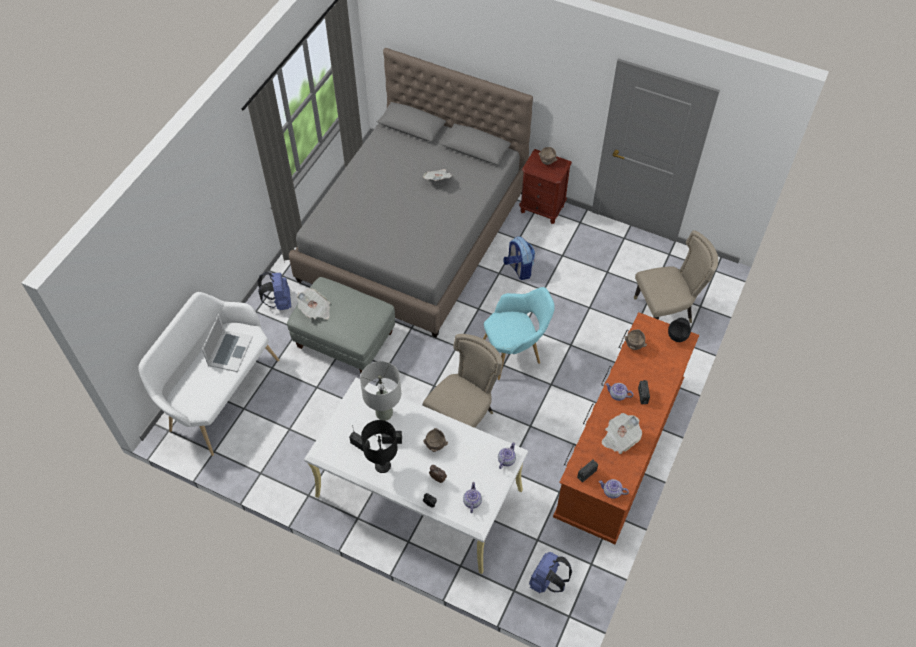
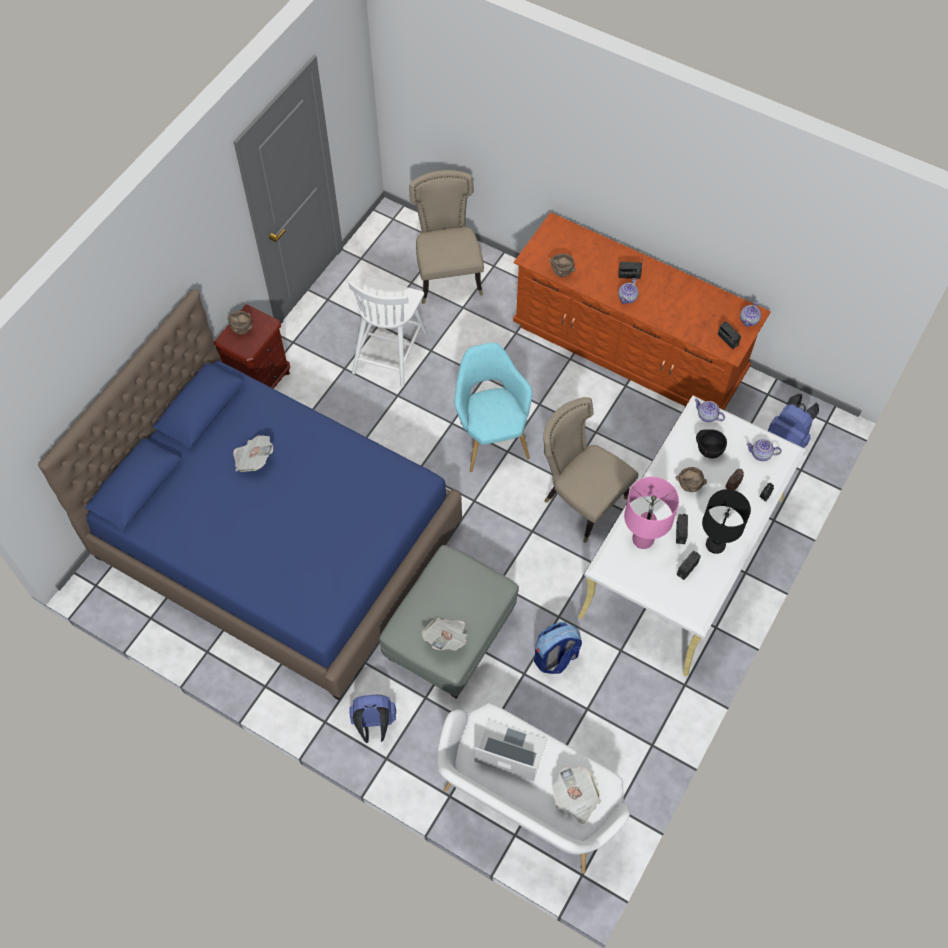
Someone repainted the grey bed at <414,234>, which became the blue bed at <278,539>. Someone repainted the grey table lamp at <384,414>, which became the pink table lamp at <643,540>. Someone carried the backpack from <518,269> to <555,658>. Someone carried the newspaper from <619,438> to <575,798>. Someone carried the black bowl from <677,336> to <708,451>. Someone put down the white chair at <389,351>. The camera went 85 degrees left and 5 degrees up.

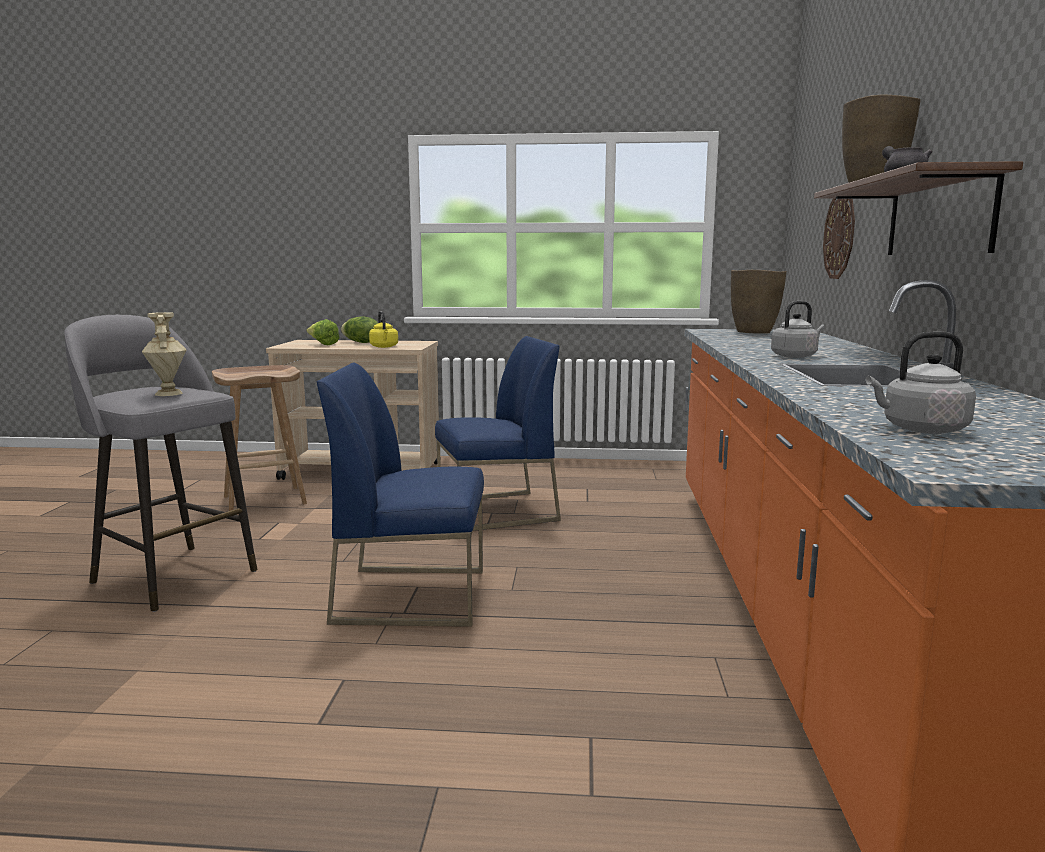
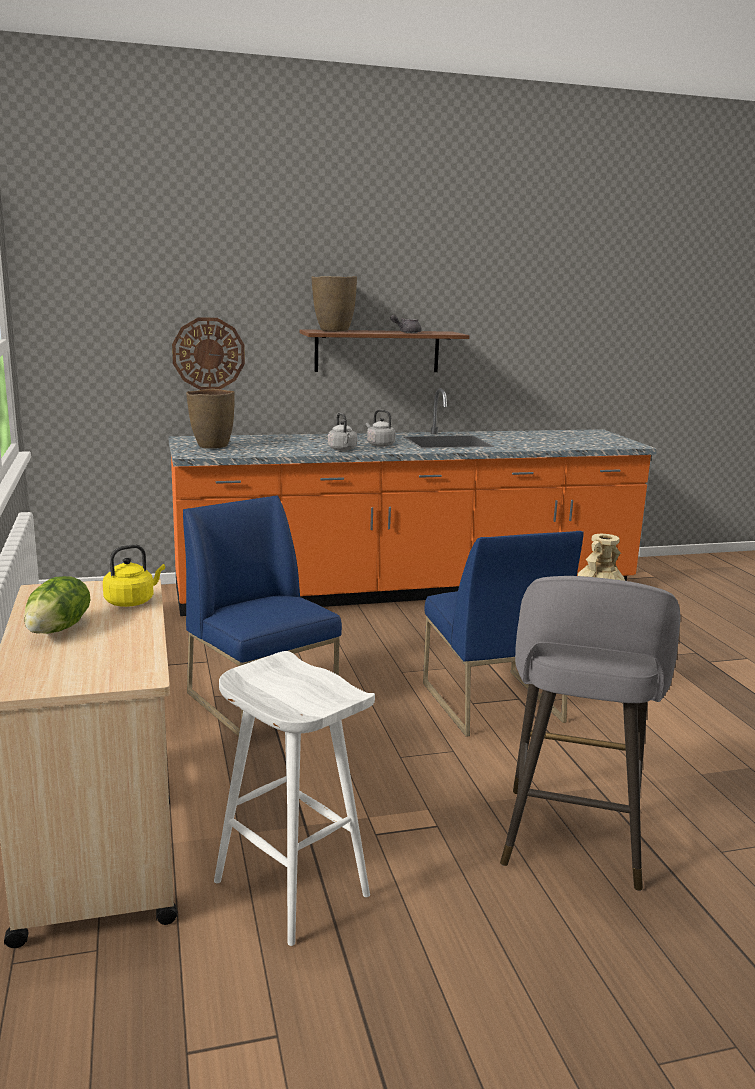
Someone repainted the brown stool at <266,500>, which became the white stool at <288,887>. Someone took away the lettuce at <322,344>. Someone carried the grey kettle from <920,429> to <342,449>. The camera went 110 degrees left and 5 degrees up.

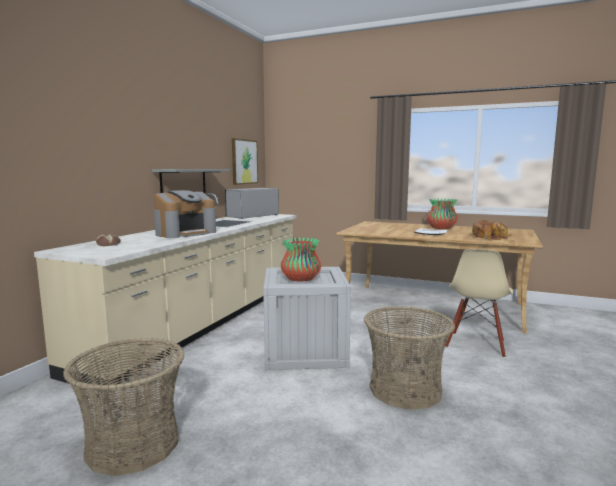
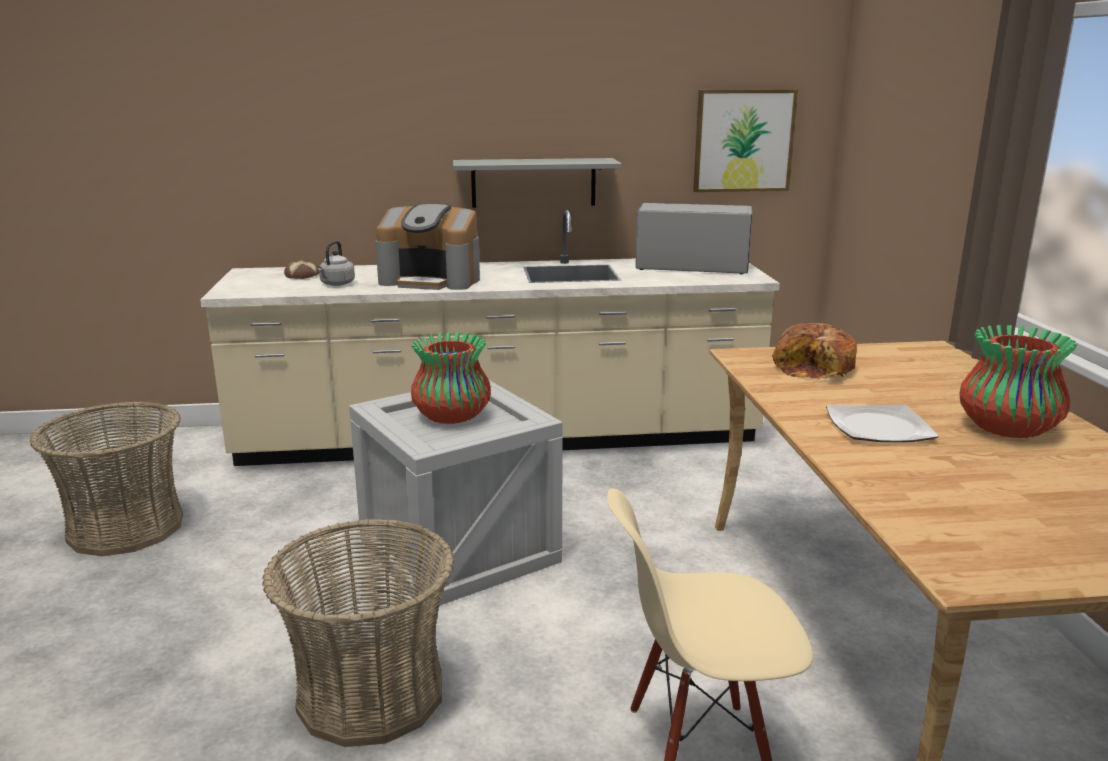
Someone carried the bread from <490,237> to <815,368>. Someone put down the grey kettle at <336,284>. The camera went 60 degrees right and 10 degrees up.

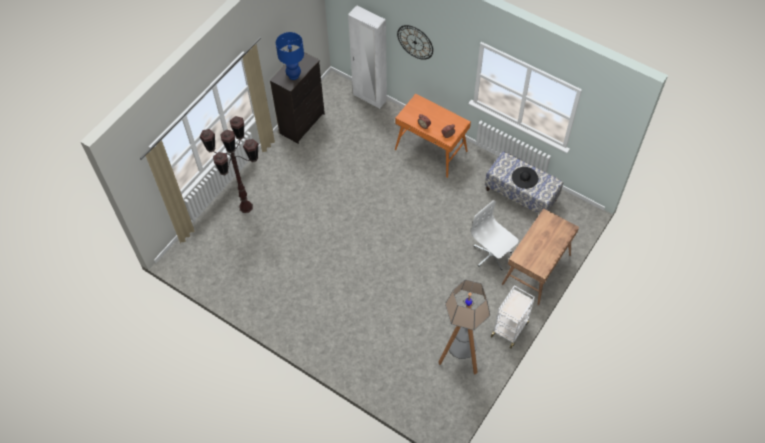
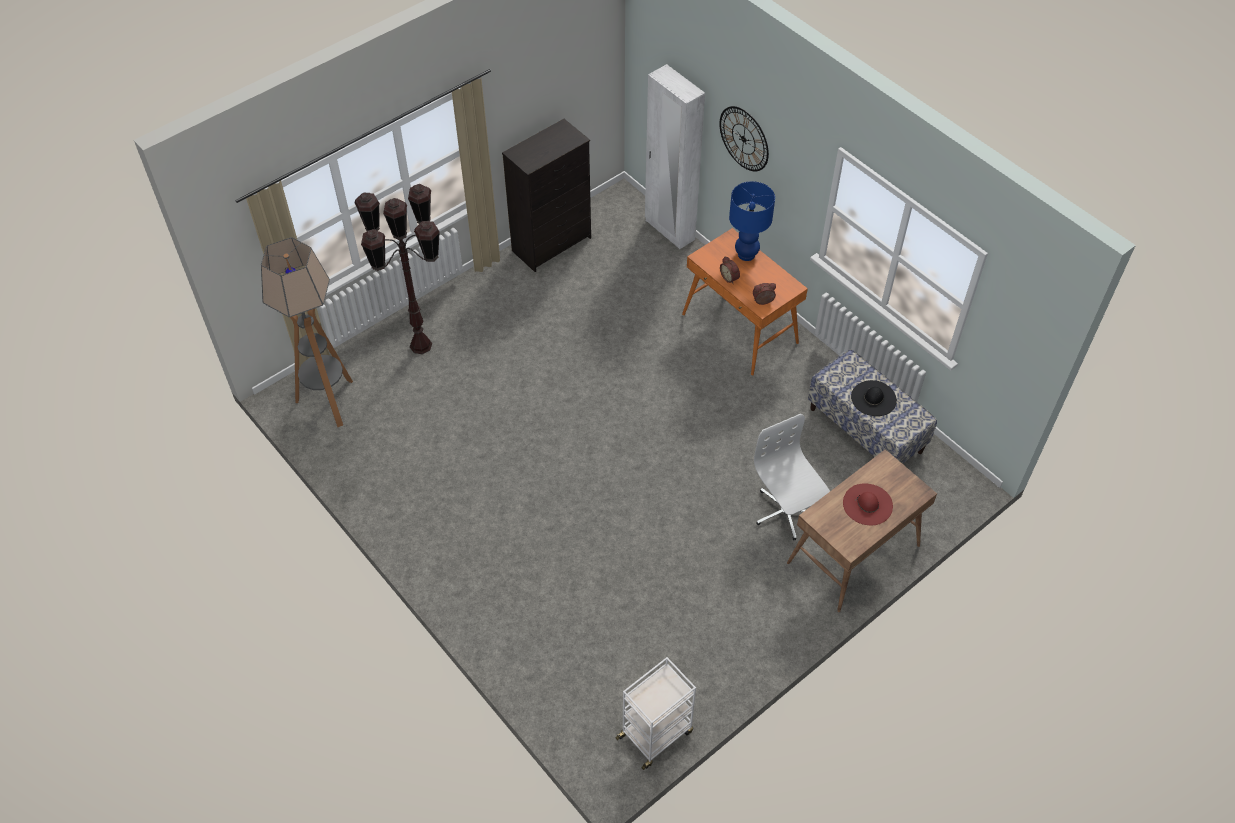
Someone carried the blue table lamp from <293,75> to <746,254>. Someone carried the floor lamp from <460,358> to <329,402>. Someone carried the white cart from <510,328> to <656,733>. Someone put down the red hat at <867,504>. The camera went 15 degrees right and 5 degrees down.

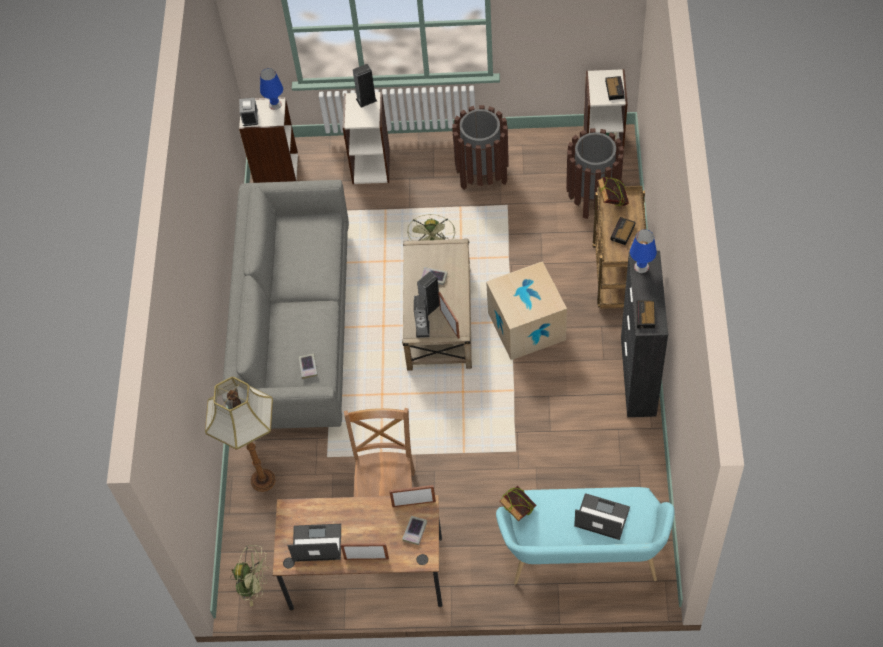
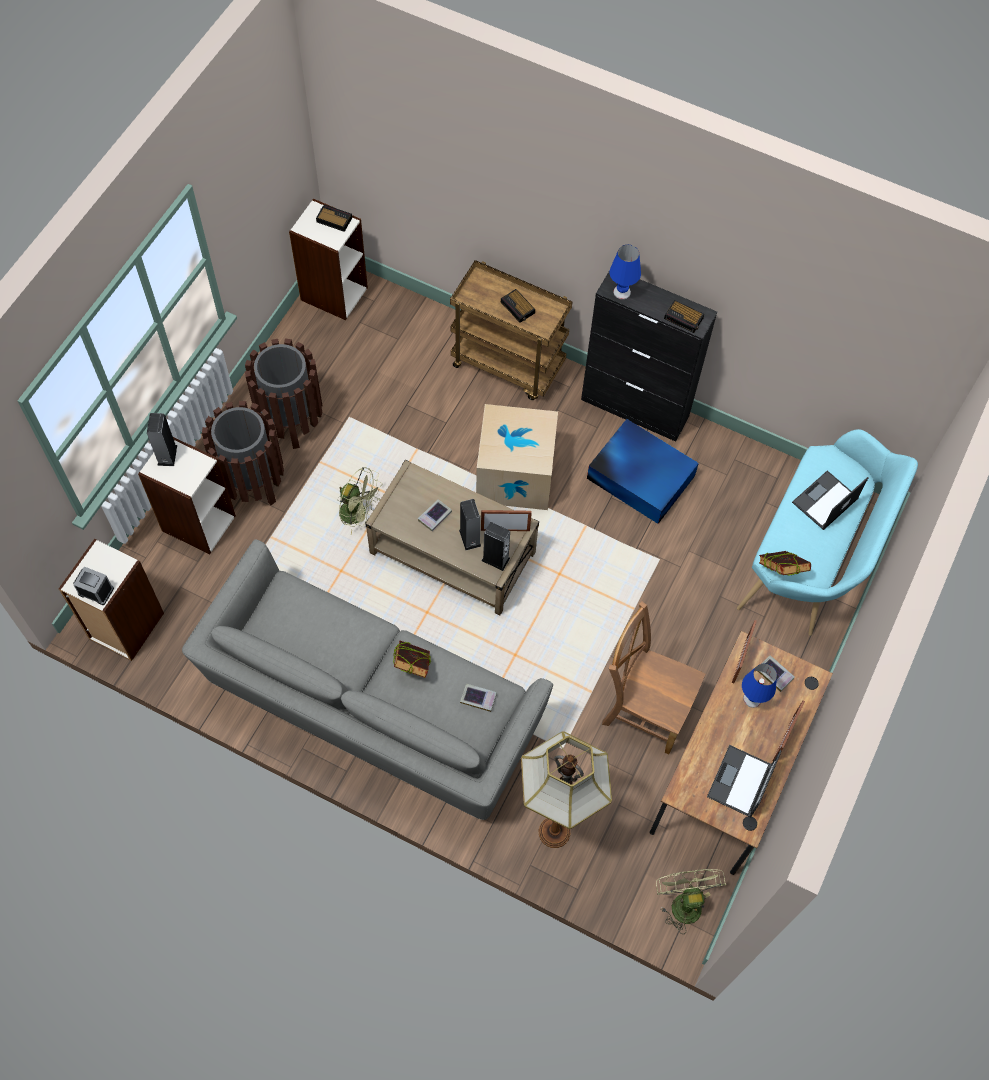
Someone rotated the green fan at <253,585> by 45 degrees counterclockwise. Someone carried the blue table lamp from <275,105> to <752,698>. Someone carried the brown trash can from <593,197> to <252,481>. Someone carried the book from <612,201> to <412,667>. Someone put down the blue storage box at <640,476>. The camera went 70 degrees left and 5 degrees up.

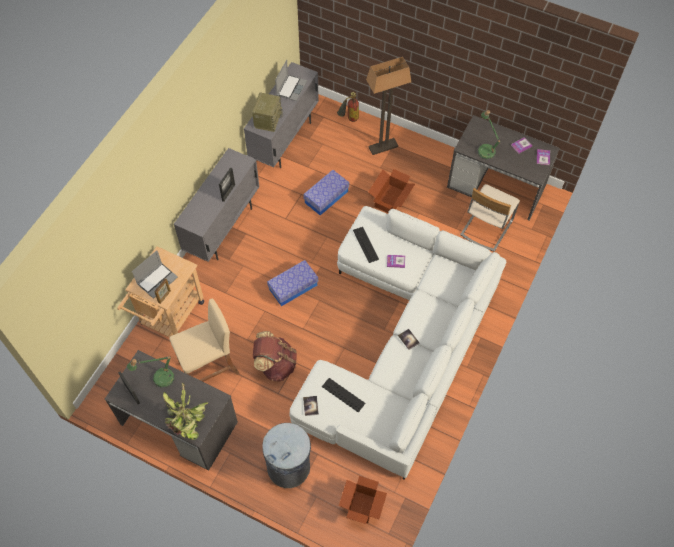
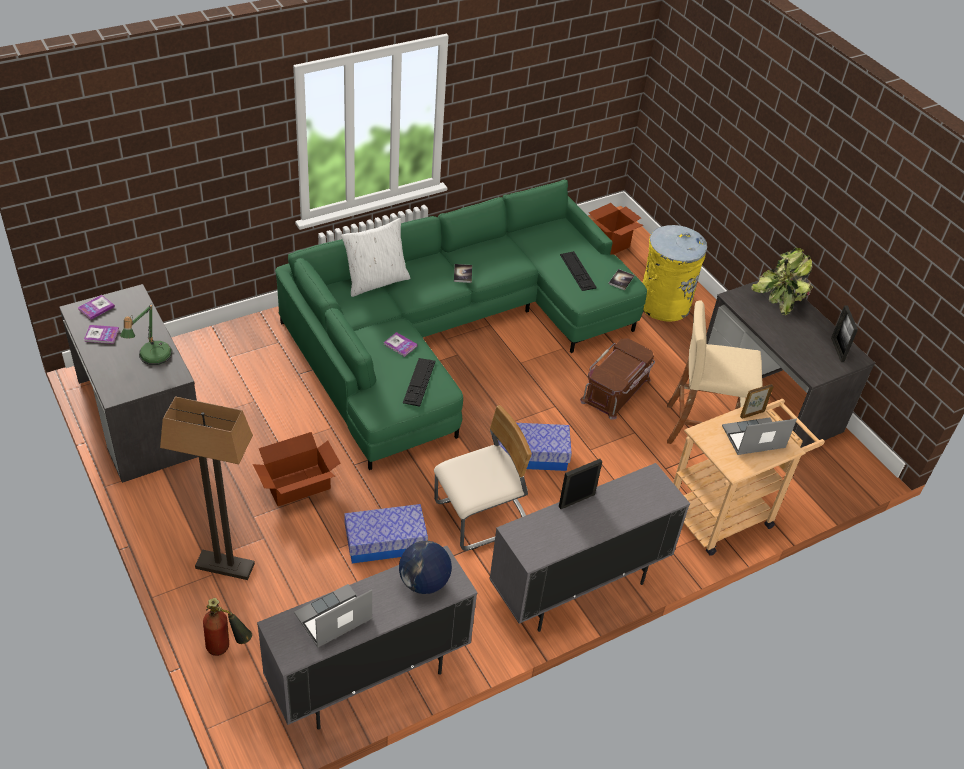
Someone took away the table lamp at <159,378>. Someone swapped the radio at <267,120> for the globe at <424,582>. Someone swapped the brown backpack at <275,364> for the brown storage box at <616,390>. Someone repainted the grey trash can at <289,467>, which became the yellow trash can at <663,304>. Someone repainted the white sofa at <401,344>, which became the green sofa at <451,331>. Someone carried the beige chair from <486,227> to <482,517>. Someone put down the white pillow at <376,281>. The camera went 150 degrees left and 15 degrees down.

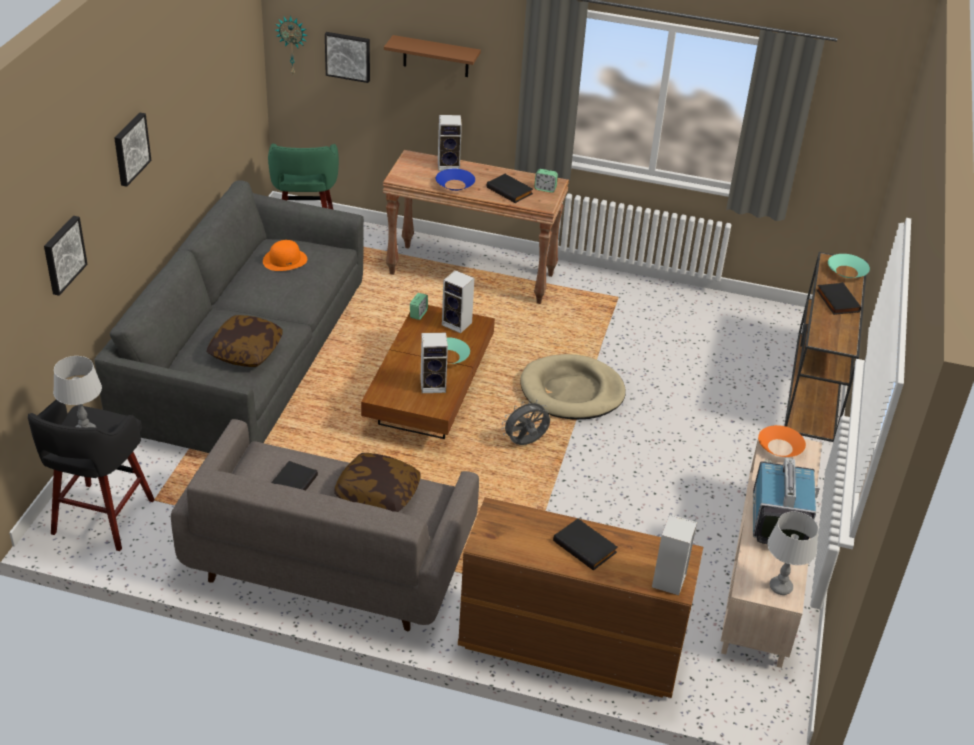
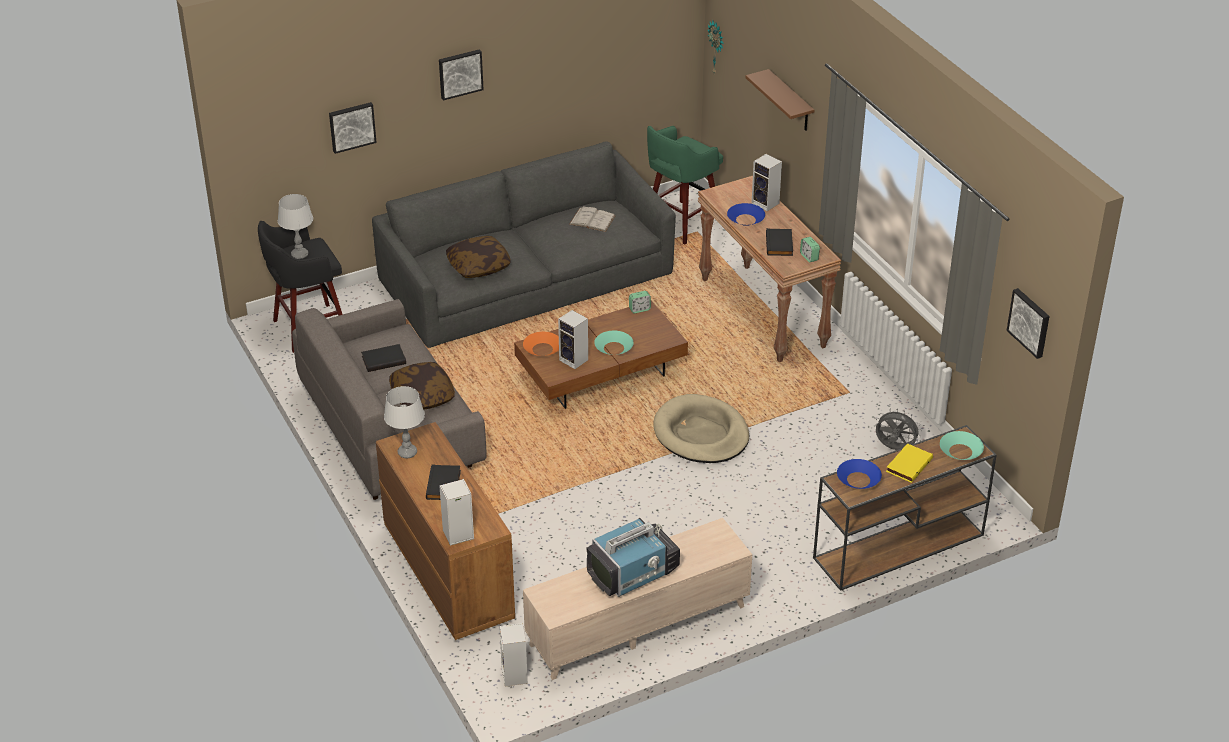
Someone swapped the orange hat at <285,260> for the white book at <592,220>. Someone carried the picture from <348,56> to <1030,322>. Someone carried the speaker from <458,324> to <515,676>. Someone carried the grey fan from <525,443> to <894,449>. Someone carried the orange bowl from <780,447> to <542,349>. Someone carried the grey table lamp from <780,587> to <407,452>. Someone repainted the black book at <836,301>, which became the yellow book at <908,465>. Someone put down the blue bowl at <858,479>. The camera went 50 degrees right and 0 degrees up.

